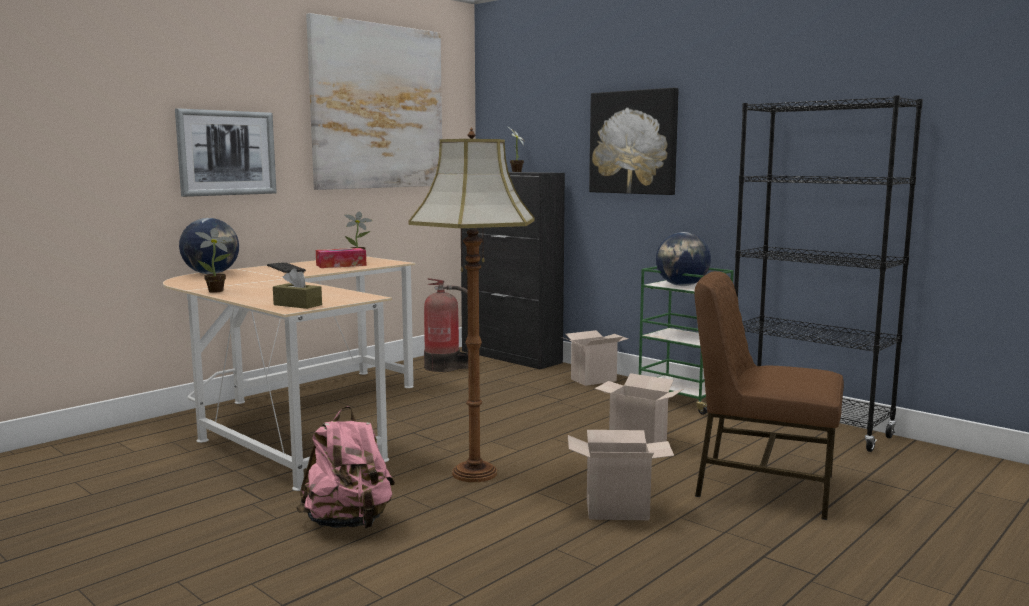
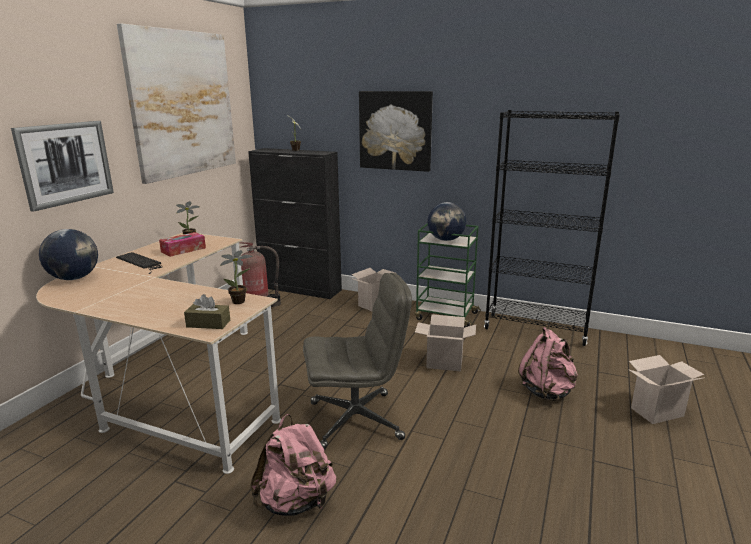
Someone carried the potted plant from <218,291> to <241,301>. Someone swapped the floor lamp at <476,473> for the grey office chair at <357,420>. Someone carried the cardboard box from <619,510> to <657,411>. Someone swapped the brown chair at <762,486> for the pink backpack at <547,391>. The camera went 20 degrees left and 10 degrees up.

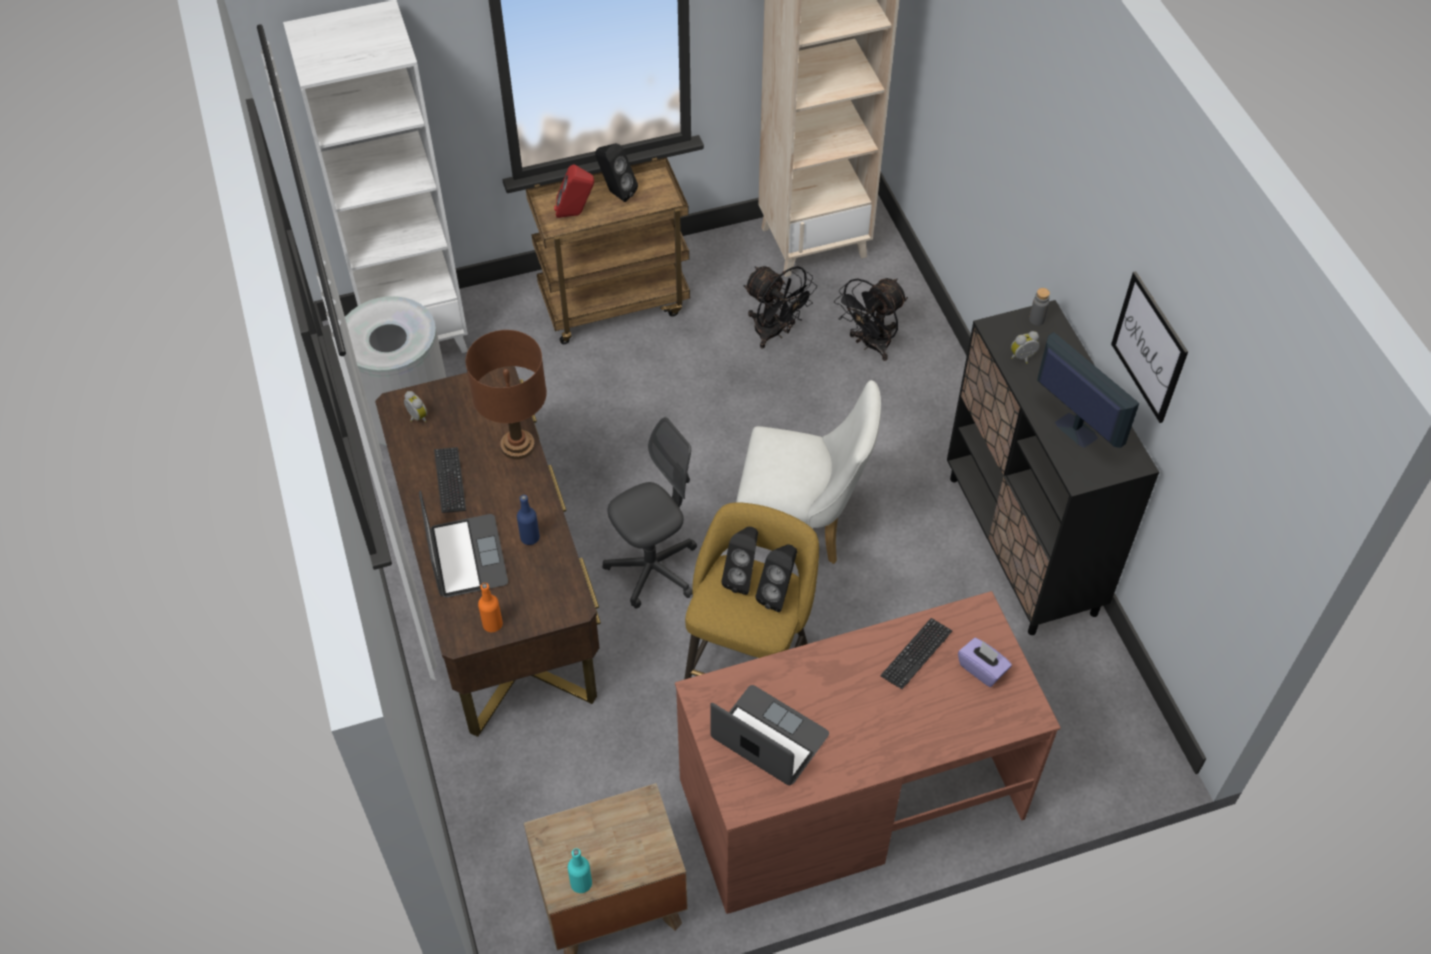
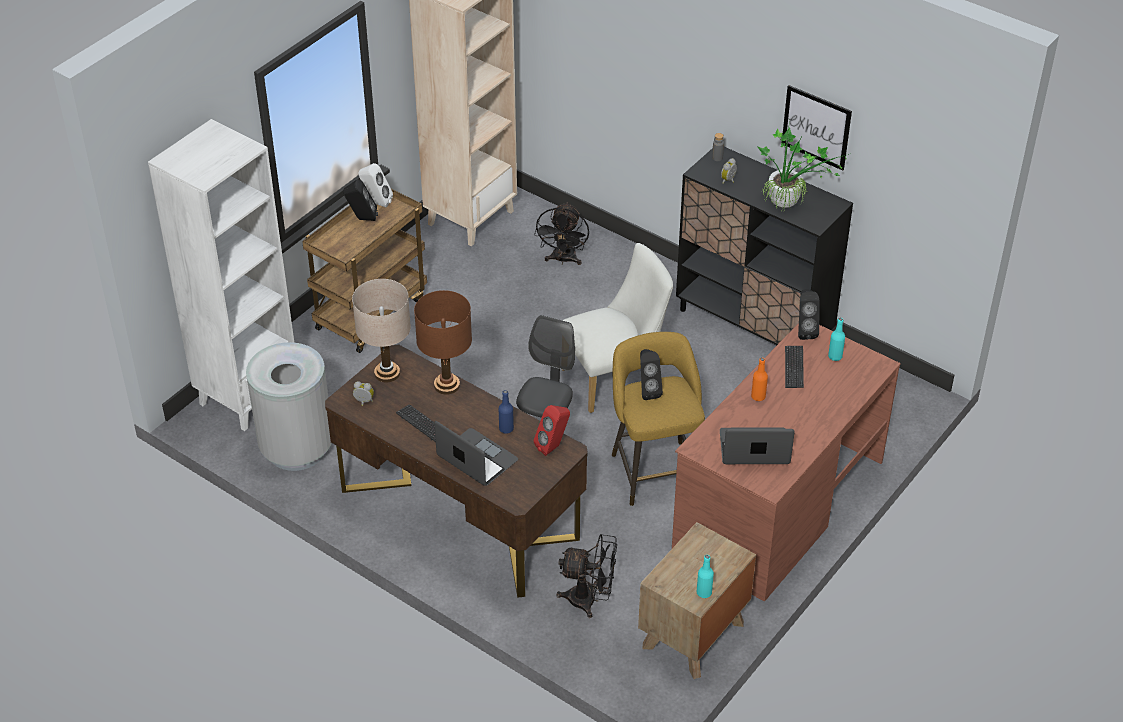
Someone carried the orange bottle from <492,624> to <758,396>. Someone carried the red speaker from <576,214> to <553,446>. Someone carried the black fan from <775,333> to <590,600>. Someone carried the black speaker from <778,594> to <804,331>. Someone swapped the purple tissue box at <982,669> for the turquoise bottle at <835,356>. Someone swapped the monitor at <1075,429> for the potted plant at <790,202>. Someone put down the beige table lamp at <387,373>. Someone put down the white speaker at <376,203>. The camera went 35 degrees left and 10 degrees down.

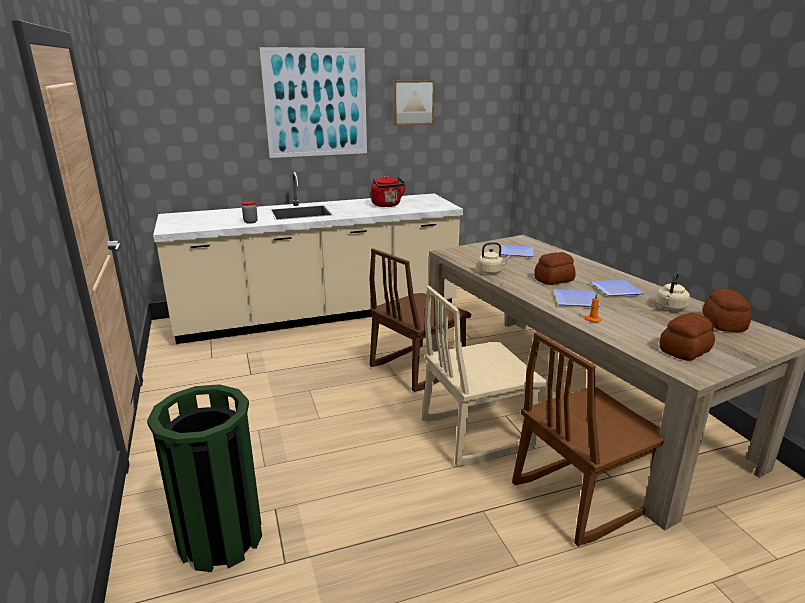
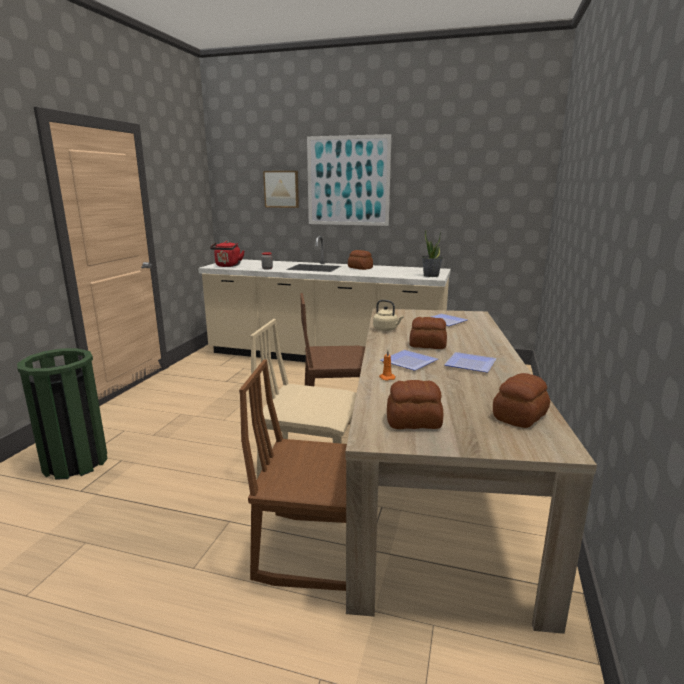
Someone carried the red kettle from <387,205> to <227,266>. Someone carried the picture from <412,102> to <282,189>. Someone took away the beige kettle at <670,308>. Someone put down the bread at <360,268>. Someone put down the potted plant at <431,275>. The camera went 35 degrees right and 5 degrees down.

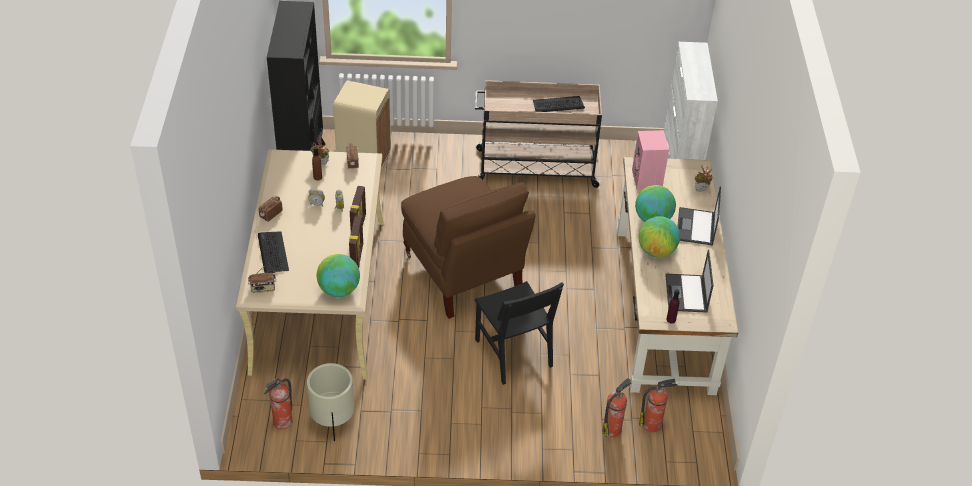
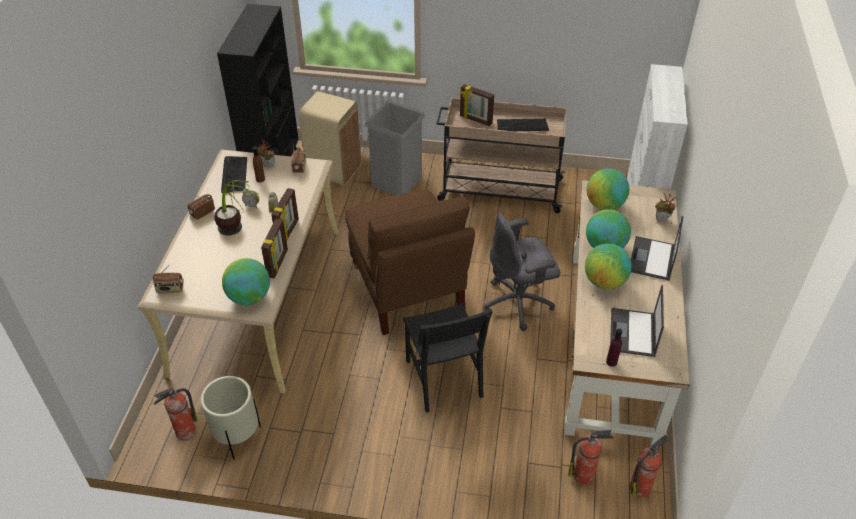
Someone carried the keyboard from <272,253> to <234,175>. Someone carried the fire extinguisher from <612,429> to <641,487>. Someone swapped the pink speaker at <647,180> for the globe at <604,205>. Someone put down the potted plant at <239,234>. Someone put down the grey trash can at <396,181>. Someone put down the picture frame at <475,120>. Someone put down the grey office chair at <519,303>. The camera went 10 degrees right and 0 degrees up.

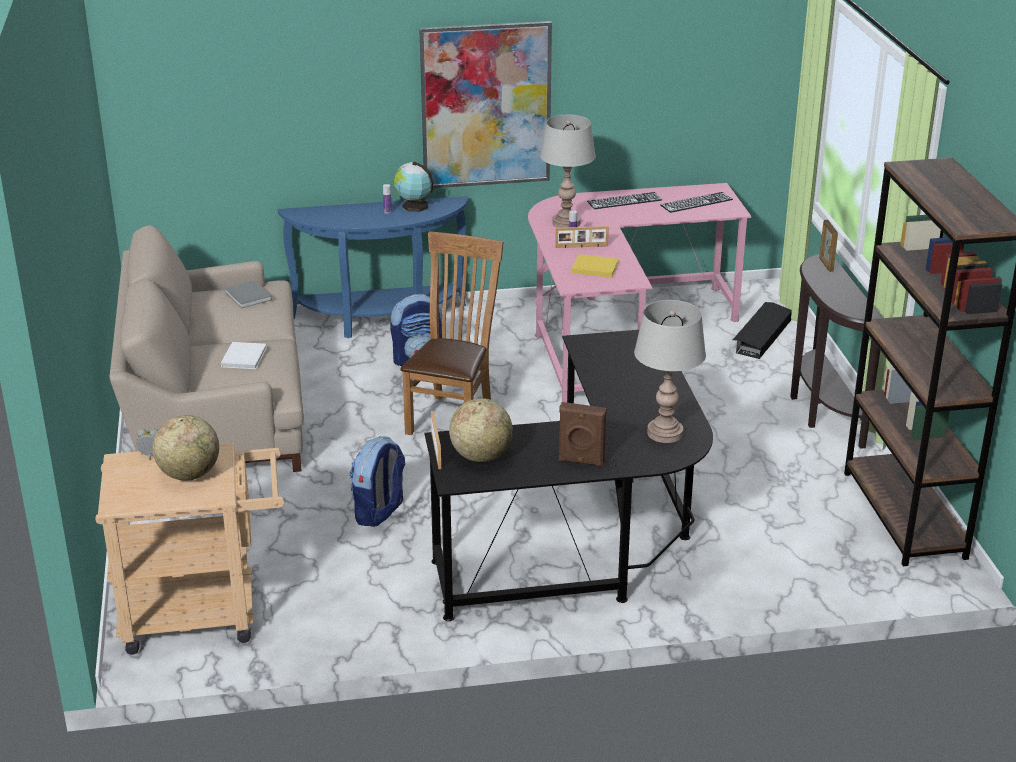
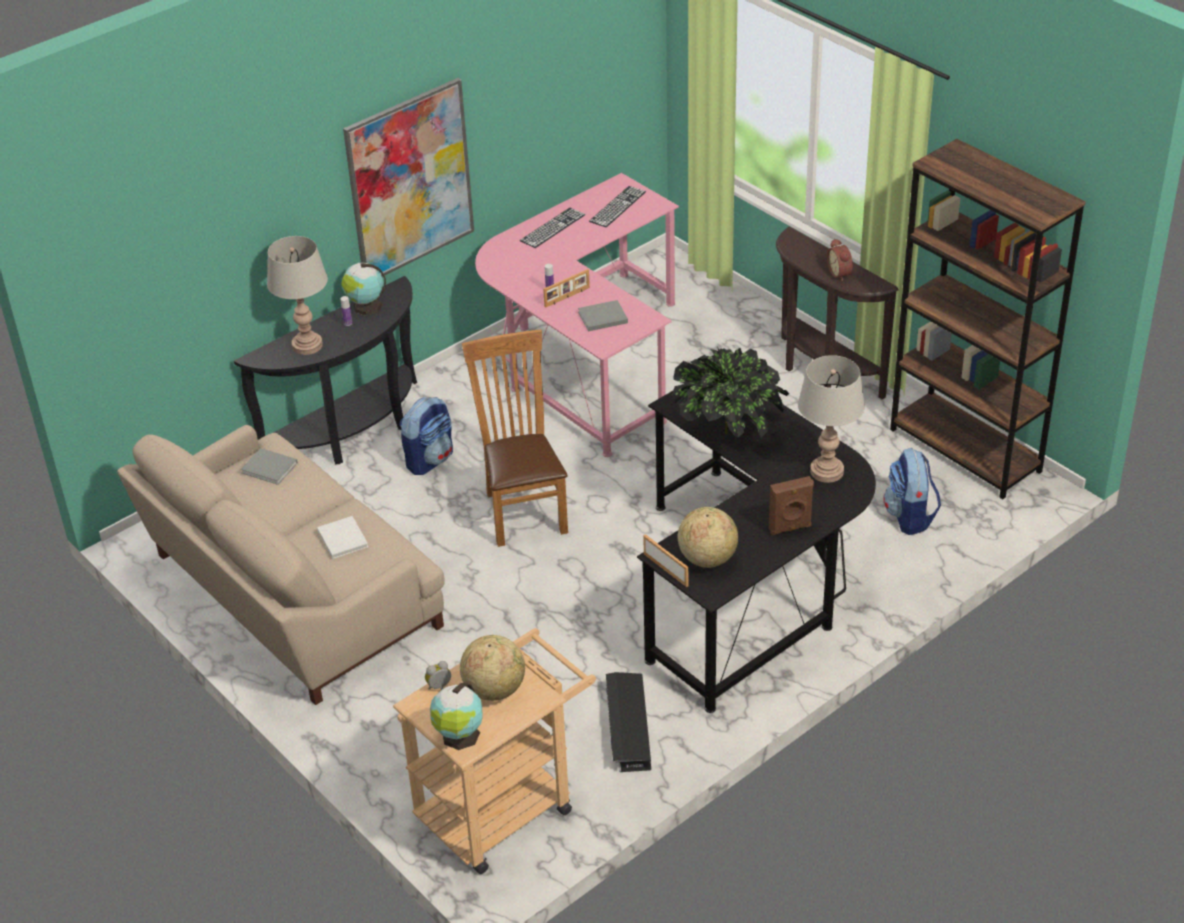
Someone repainted the blue console table at <380,321>, which became the black console table at <352,432>. Someone carried the backpack from <379,512> to <910,517>. Someone carried the grey table lamp from <566,223> to <307,345>. Someone repainted the yellow book at <593,267>, which became the grey book at <601,318>. Someone carried the black storage box from <761,336> to <627,727>. Someone took away the picture frame at <826,265>. Someone put down the globe at <459,737>. Someone put down the potted plant at <728,432>. Someone put down the alarm clock at <840,273>. The camera went 30 degrees left and 10 degrees up.

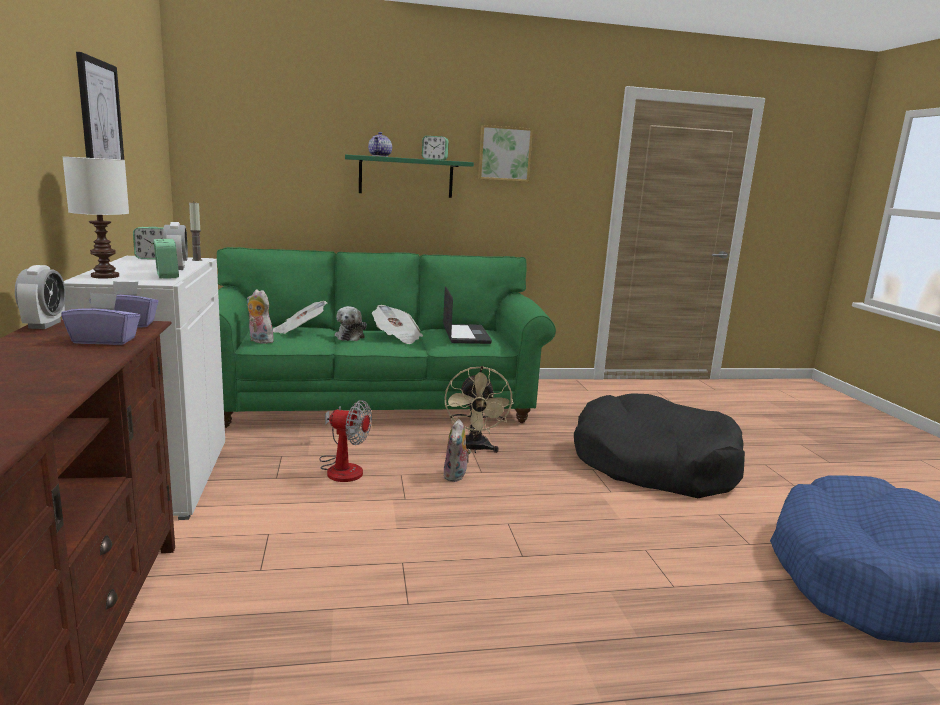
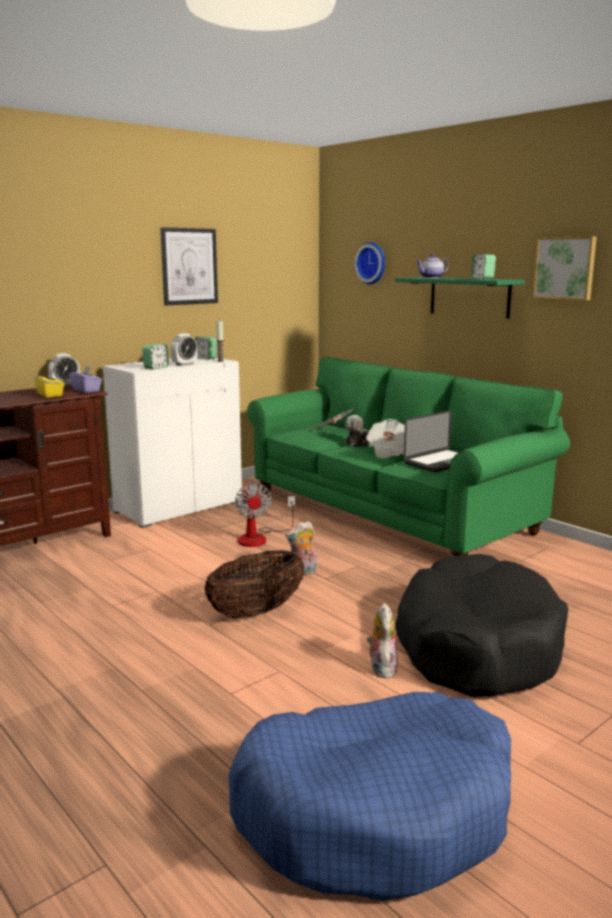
Someone repainted the purple tissue box at <104,340>, which became the yellow tissue box at <50,395>. Someone took away the white table lamp at <105,276>. Someone carried the plush toy from <259,341> to <381,668>. Someone took away the beige fan at <474,449>. Someone put down the basket at <256,612>. Someone put up the wall clock at <372,263>. The camera went 60 degrees right and 0 degrees up.

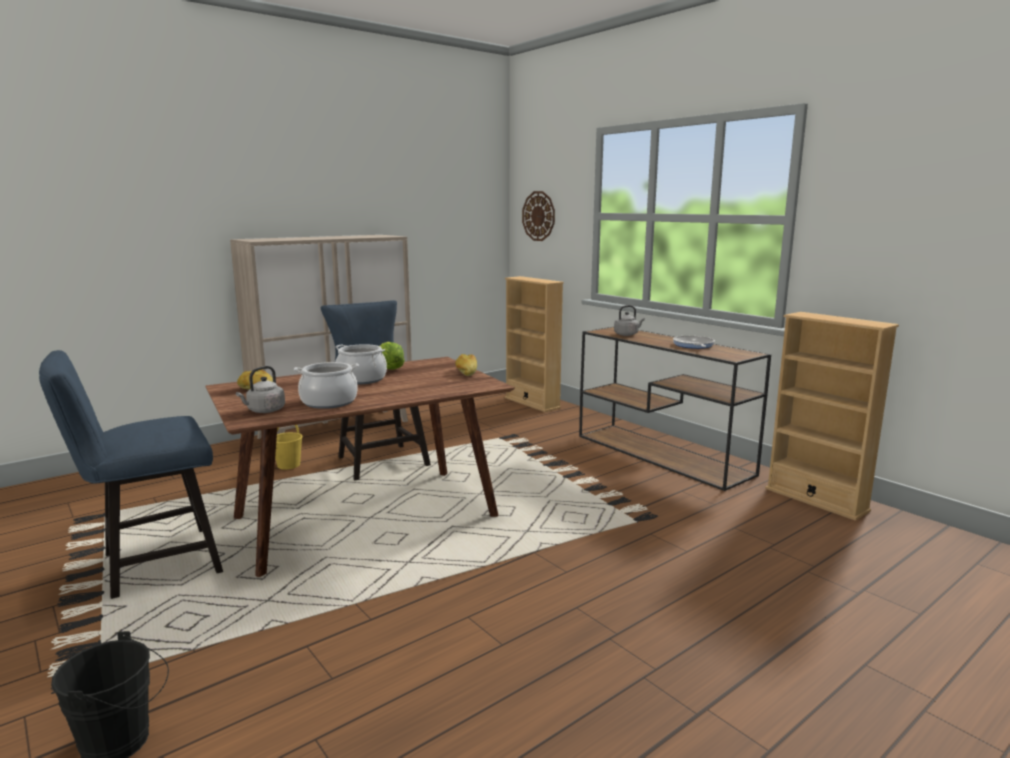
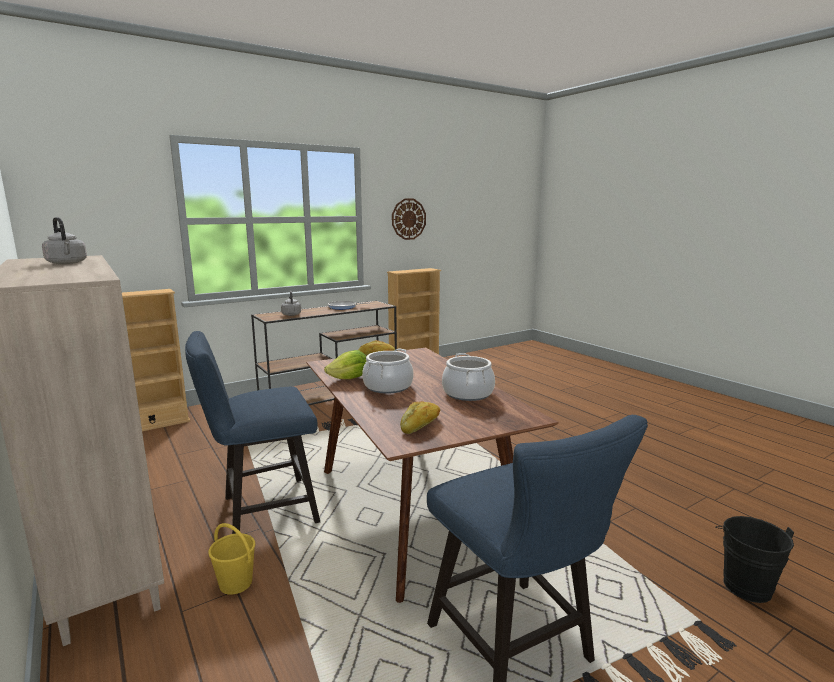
Someone carried the grey kettle from <264,411> to <67,263>. Someone carried the wall clock from <538,216> to <408,219>. The camera went 85 degrees left and 0 degrees up.

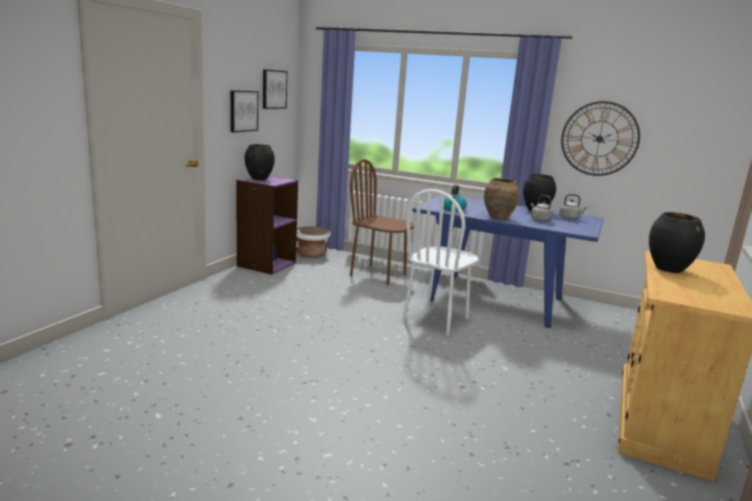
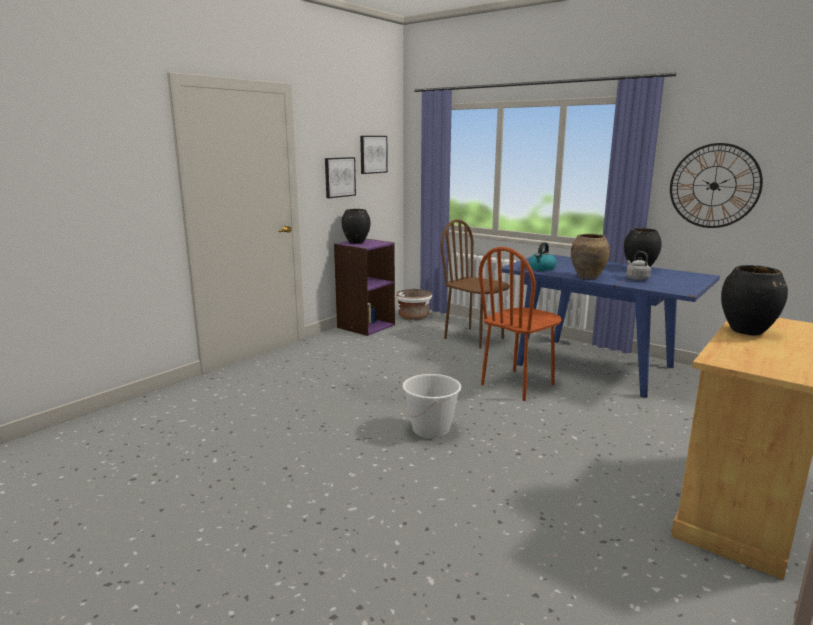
Someone repainted the white chair at <436,320>, which became the brown chair at <518,384>. Someone took away the grey kettle at <570,218>. Someone put down the white bucket at <431,430>. The camera went 15 degrees right and 0 degrees up.

